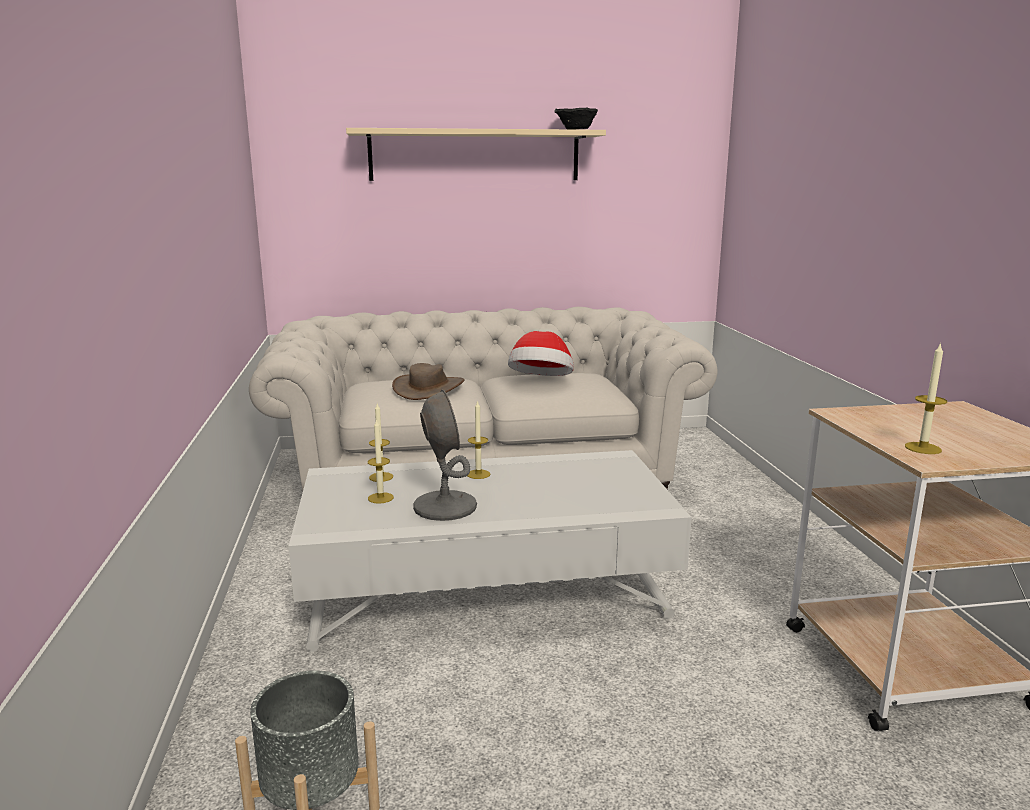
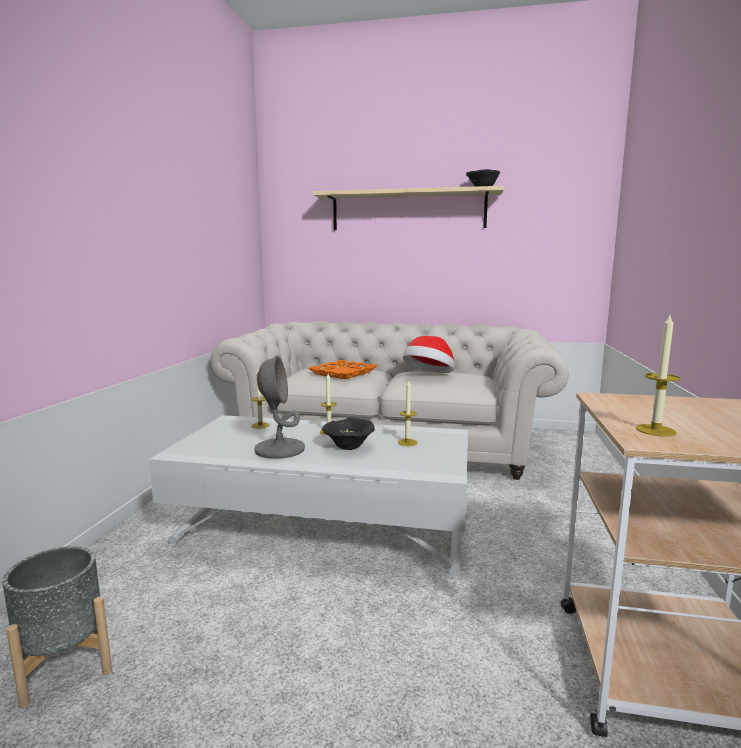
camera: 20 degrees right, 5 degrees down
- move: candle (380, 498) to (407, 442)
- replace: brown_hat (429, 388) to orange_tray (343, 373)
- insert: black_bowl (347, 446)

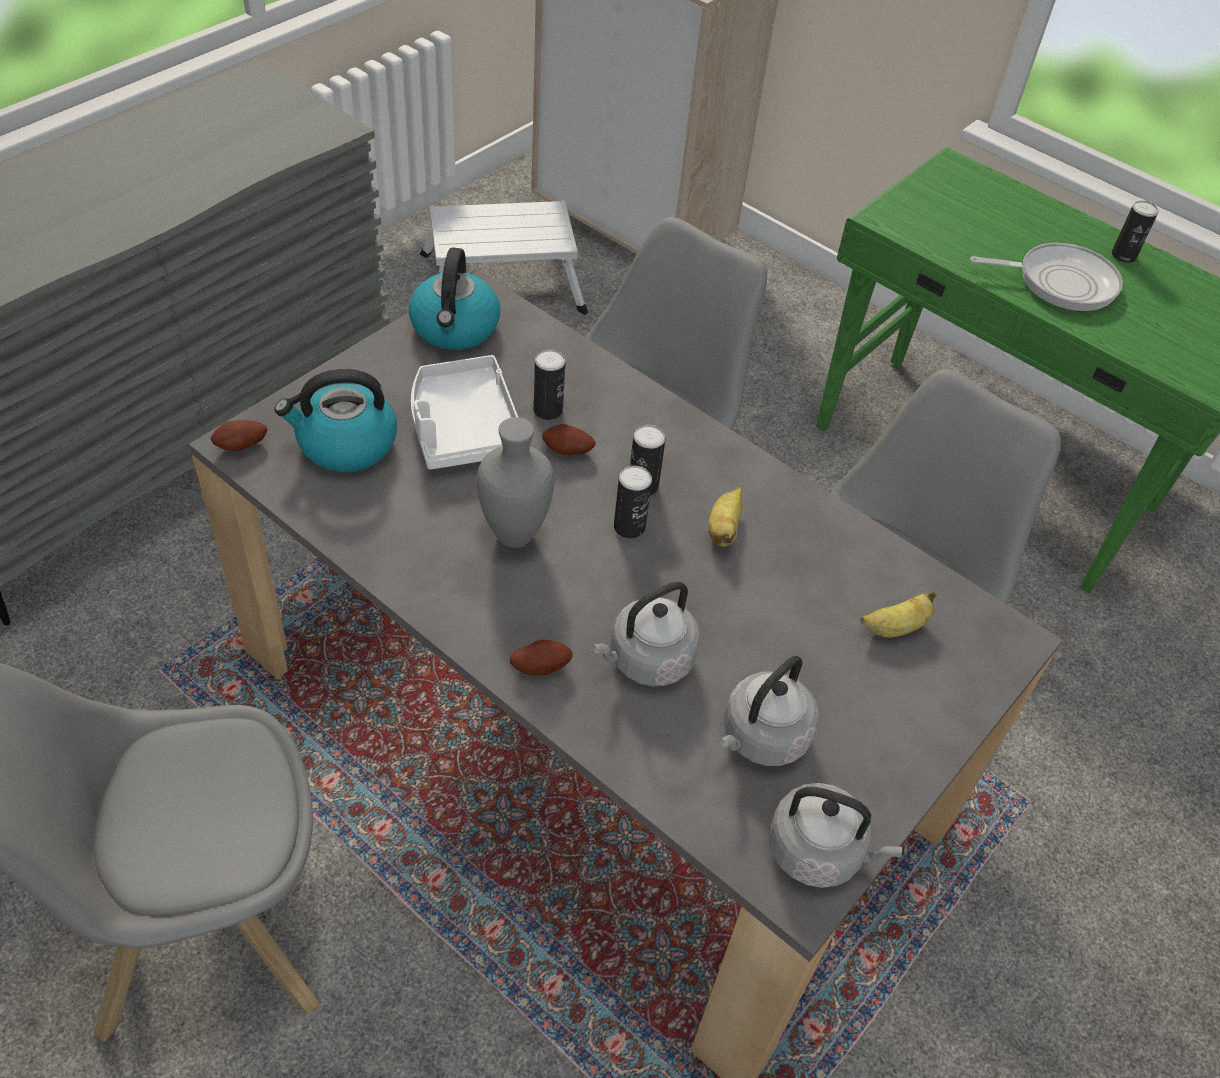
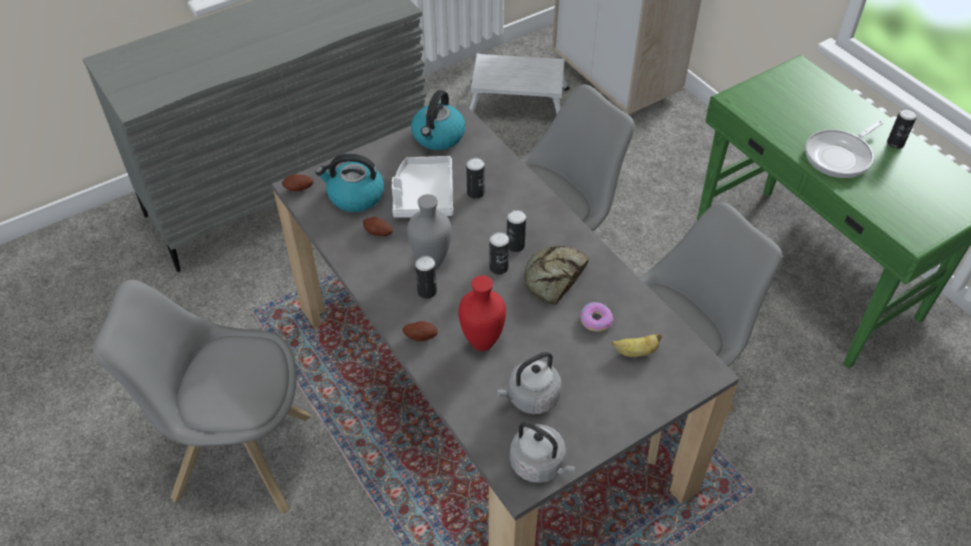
camera: 20 degrees right, 0 degrees up
- move: potato (567, 452) to (378, 233)
- replace: grey_kettle (647, 660) to red_vase (481, 344)
- replace: banana (723, 529) to bread (554, 278)
- rotate: frying_pan (1059, 282) = (840, 156) 120 degrees clockwise
- insert: can (427, 291)
- insert: donut (596, 320)

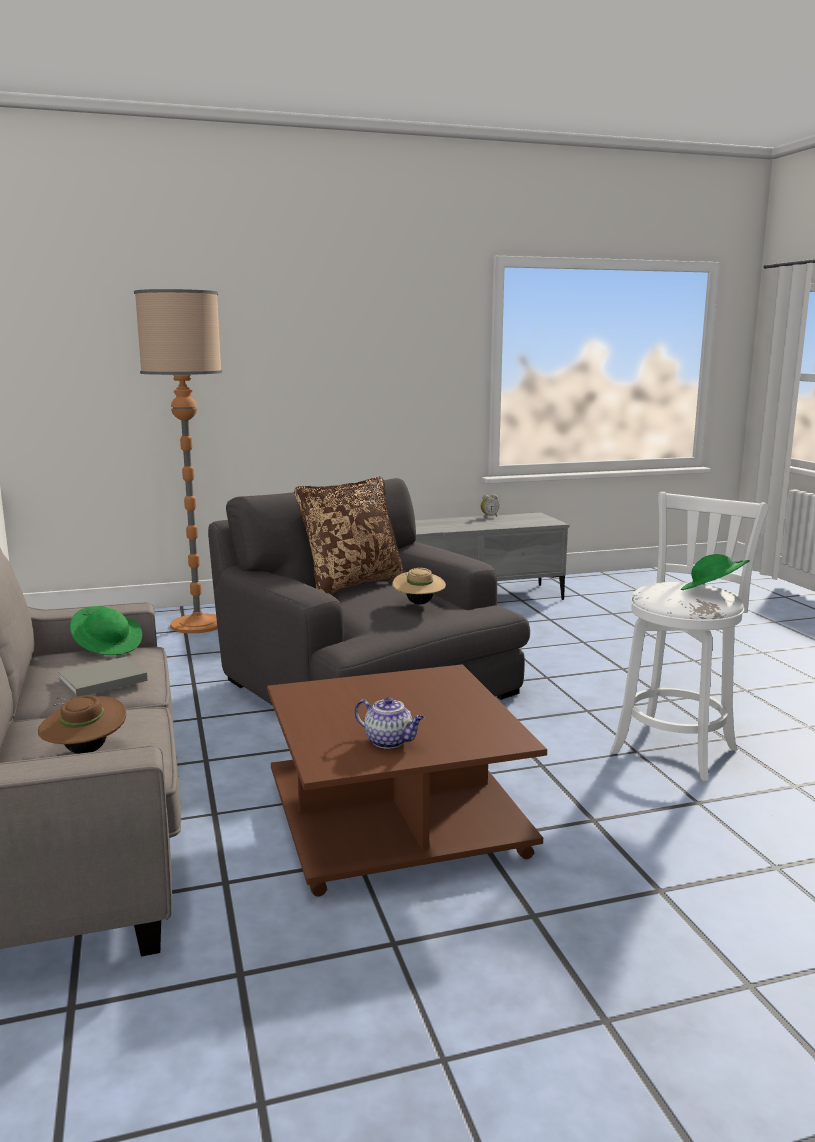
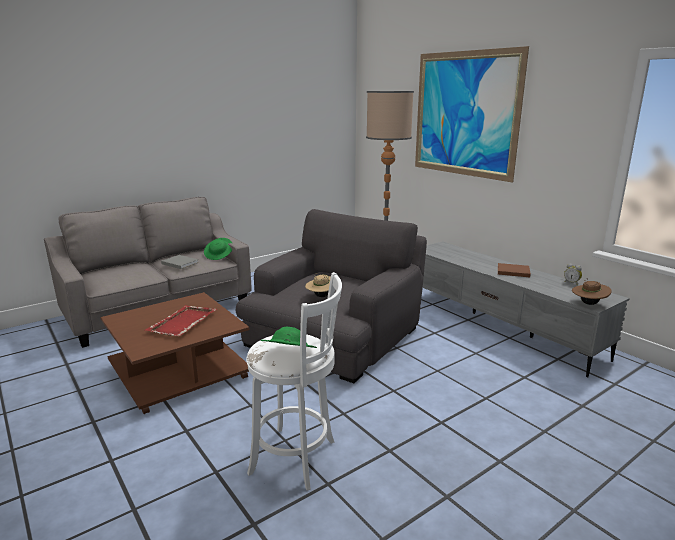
camera: 70 degrees right, 5 degrees up
- move: brown_hat (85, 751) to (588, 303)
- delete: brown_pillow (354, 585)
- delete: teapot (390, 741)
- insert: red_tray (182, 323)
- insert: picture (464, 114)
- insert: brown_book (512, 271)

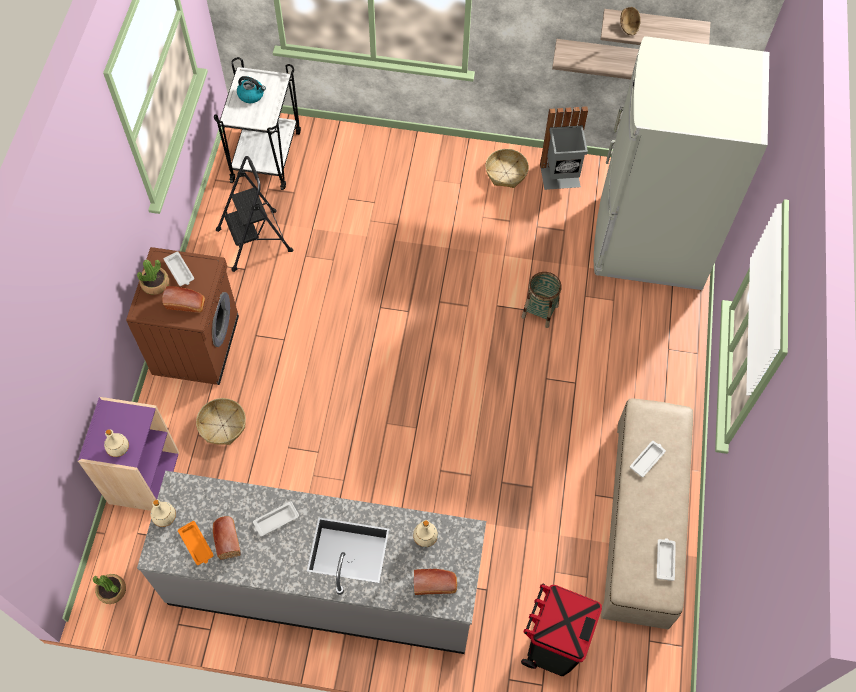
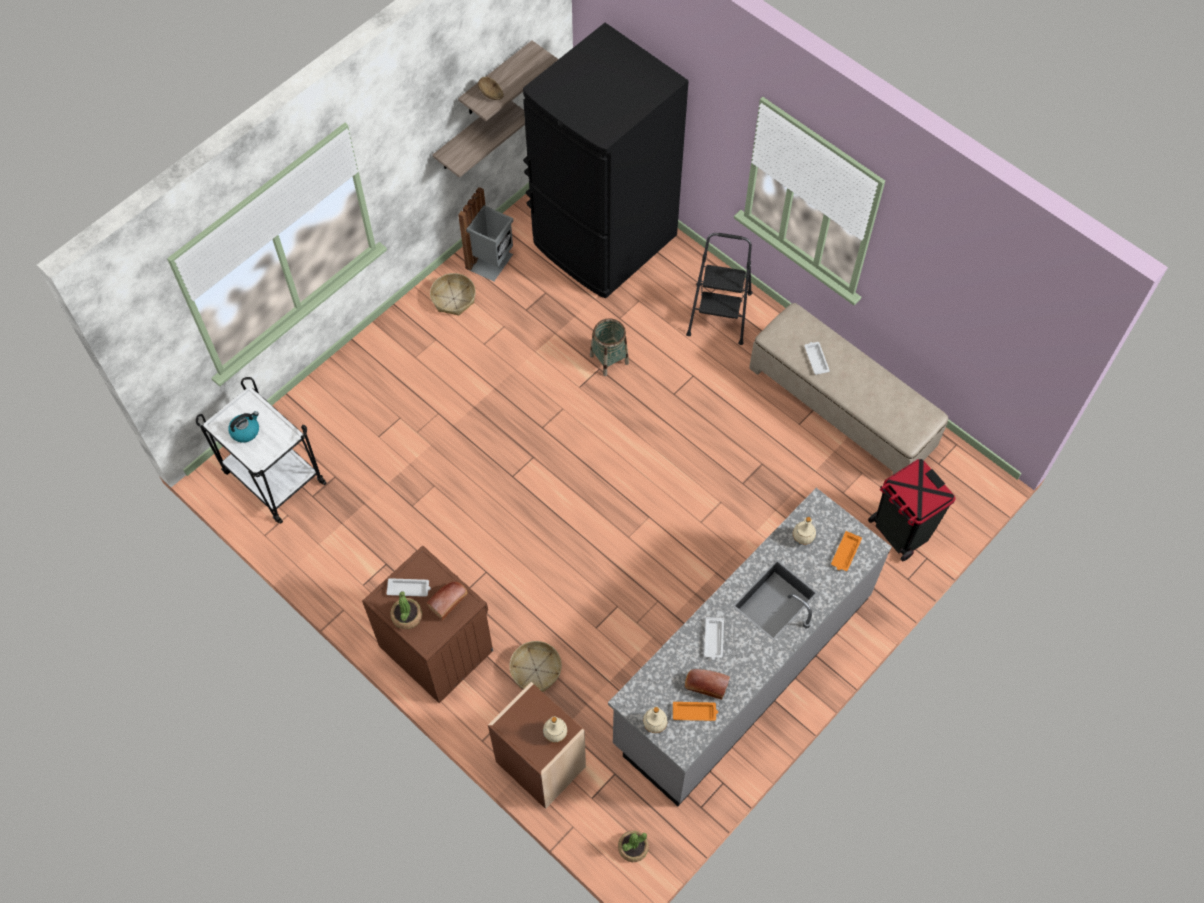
camera: 55 degrees left, 0 degrees up
- recolor: purple_bookcase (143, 476) to brown_bookcase (539, 764)
- move: black_step_ladder (256, 239) to (720, 311)
- replace: bread (435, 584) to orange_tray (845, 553)
- recolor: white_fridge (649, 240) to black_fridge (603, 240)
- delete: white_tray (665, 560)

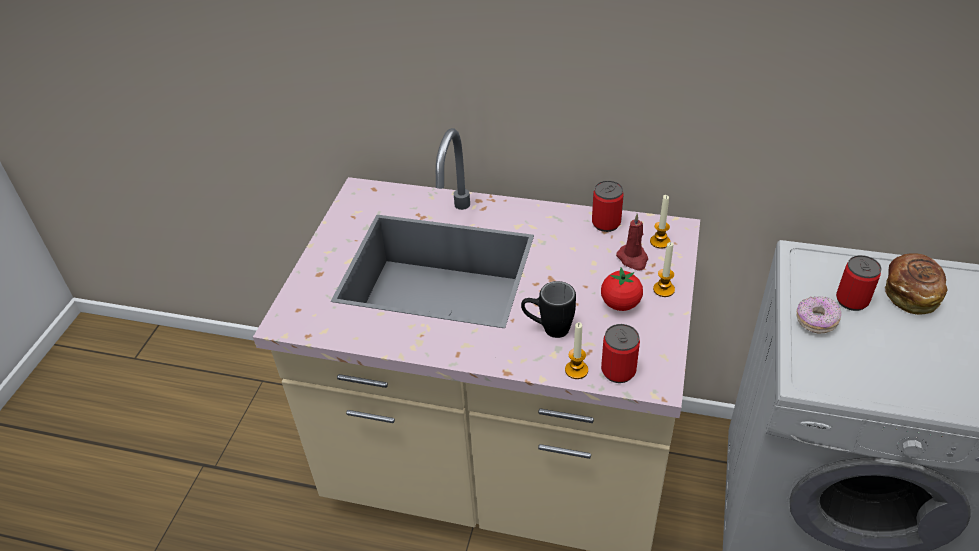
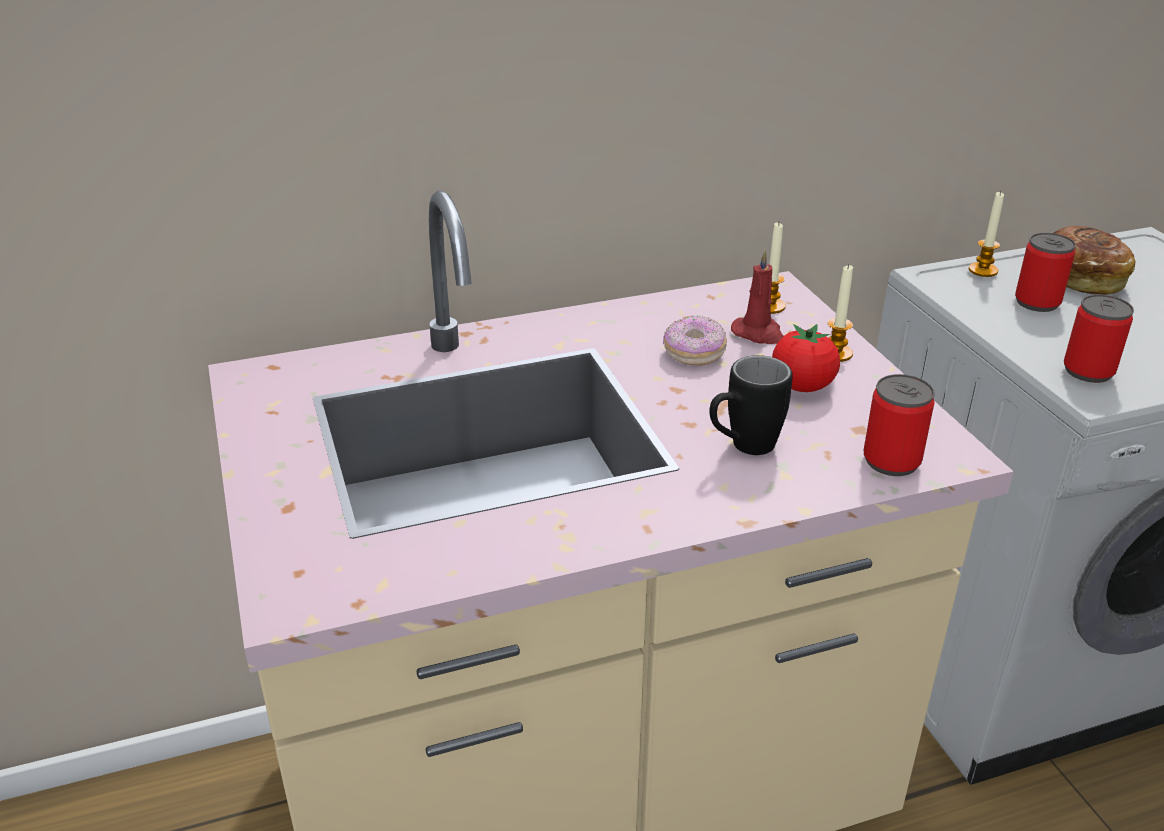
camera: 35 degrees left, 10 degrees down
- move: candle (576, 370) to (983, 270)
- move: can (606, 223) to (1088, 371)
- move: donut (816, 321) to (694, 353)

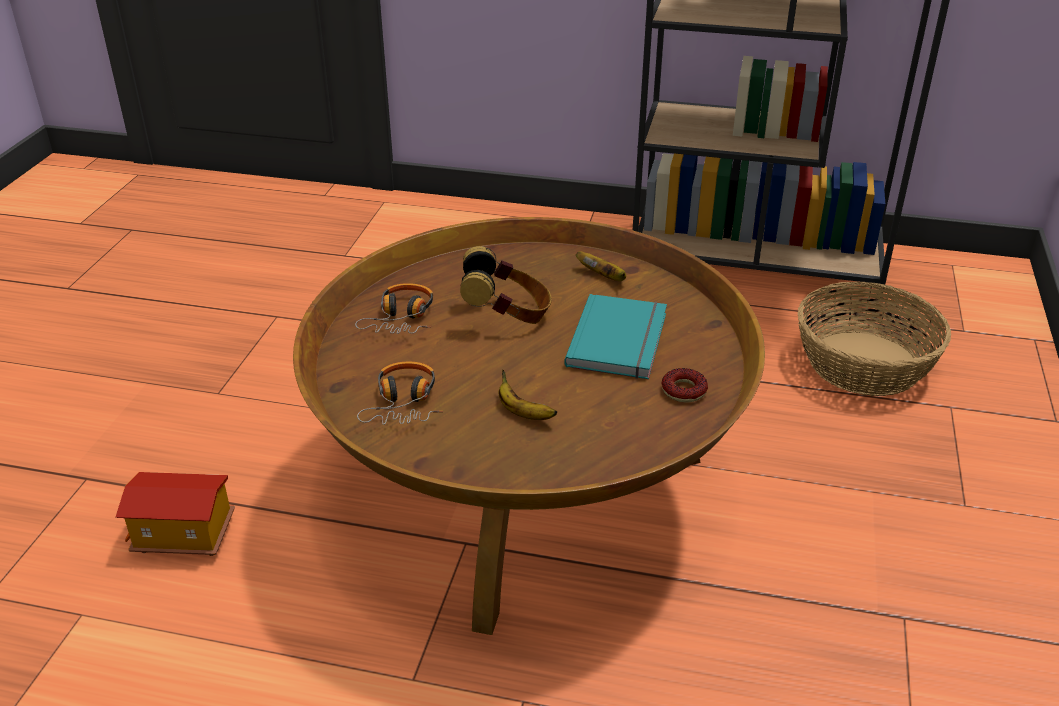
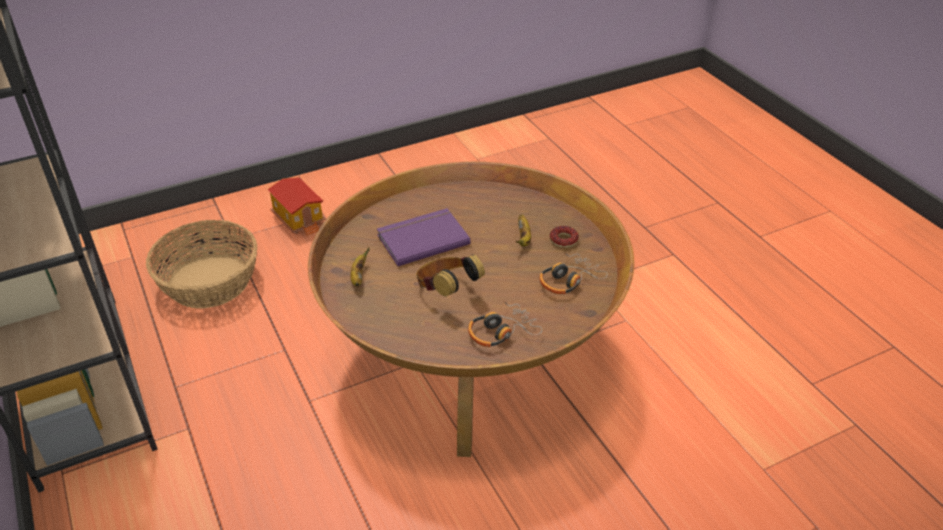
camera: 130 degrees left, 5 degrees up
- move: toy_house (183, 537) to (299, 219)
- recolor: turquoise_book (621, 340) to purple_book (422, 238)
- move: donut (683, 390) to (563, 240)

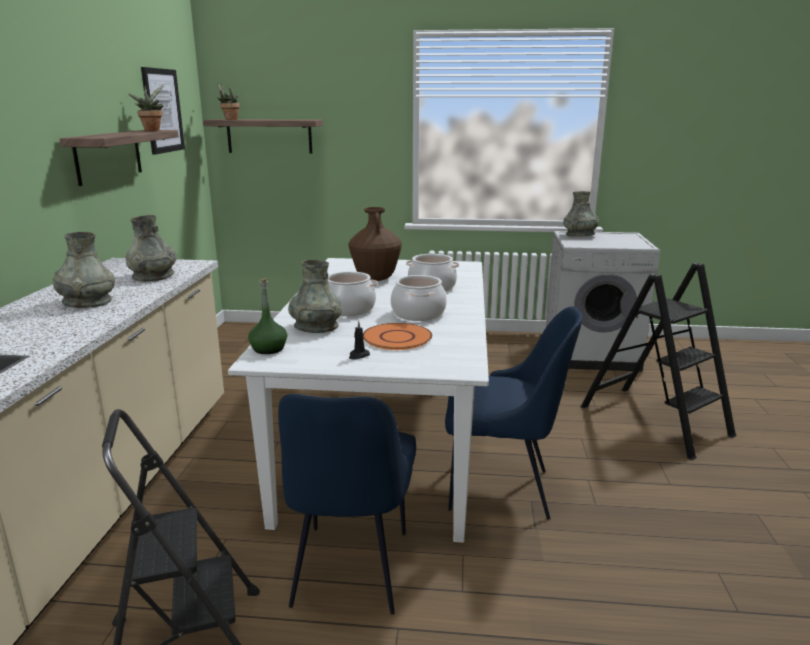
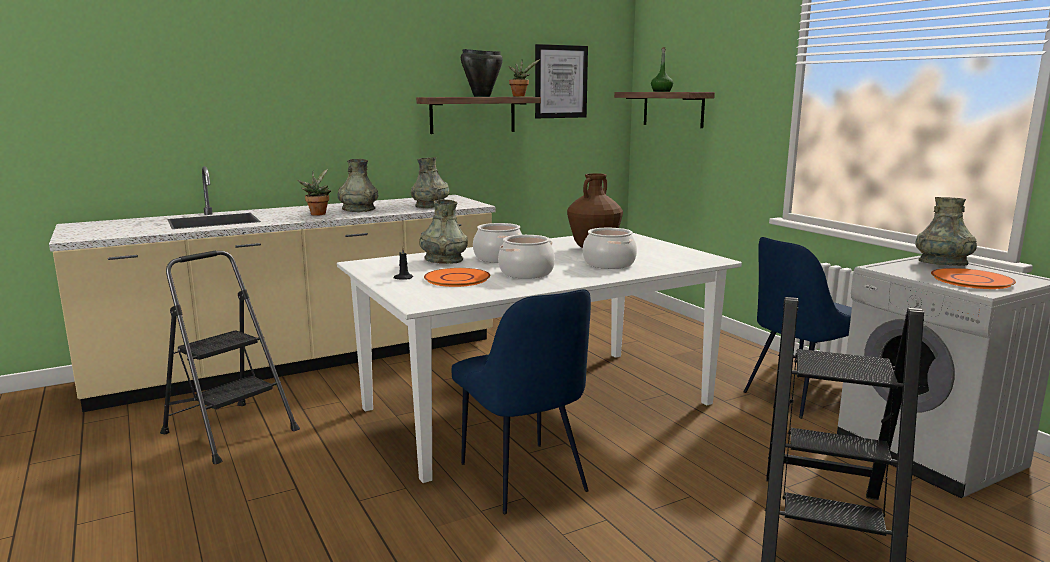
camera: 55 degrees right, 5 degrees down
- move: potted_plant (229, 119) to (318, 214)
- move: green_bottle (268, 349) to (661, 91)
- move: blue_chair (351, 568) to (799, 396)
- insert: black_cooking_pot (481, 96)
- insert: orange_plate (971, 280)

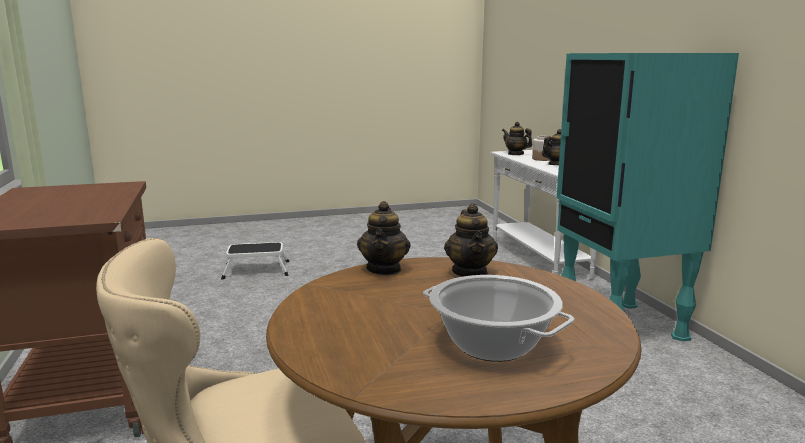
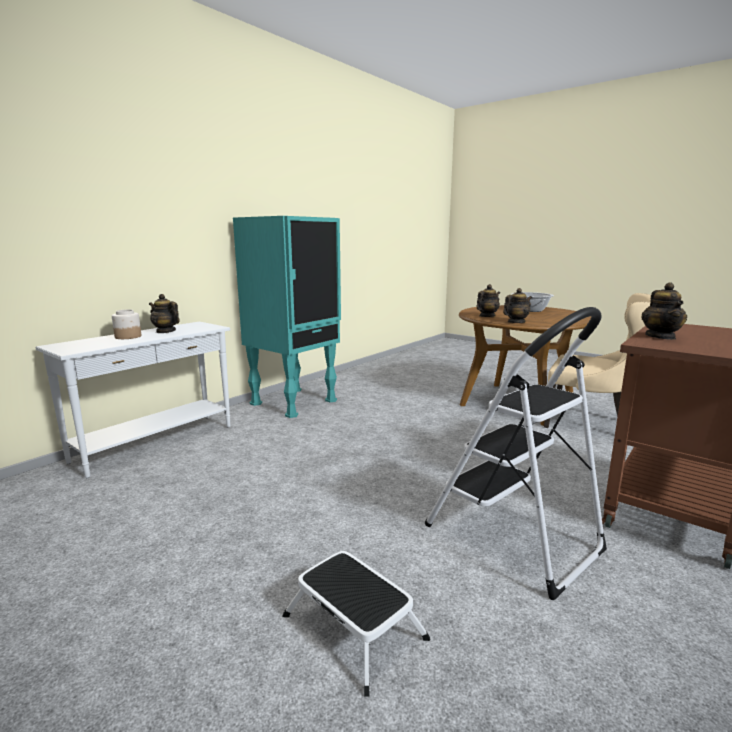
camera: 125 degrees left, 0 degrees up
- move: teapot (515, 154) to (660, 337)
- insert: step_ladder (515, 540)

